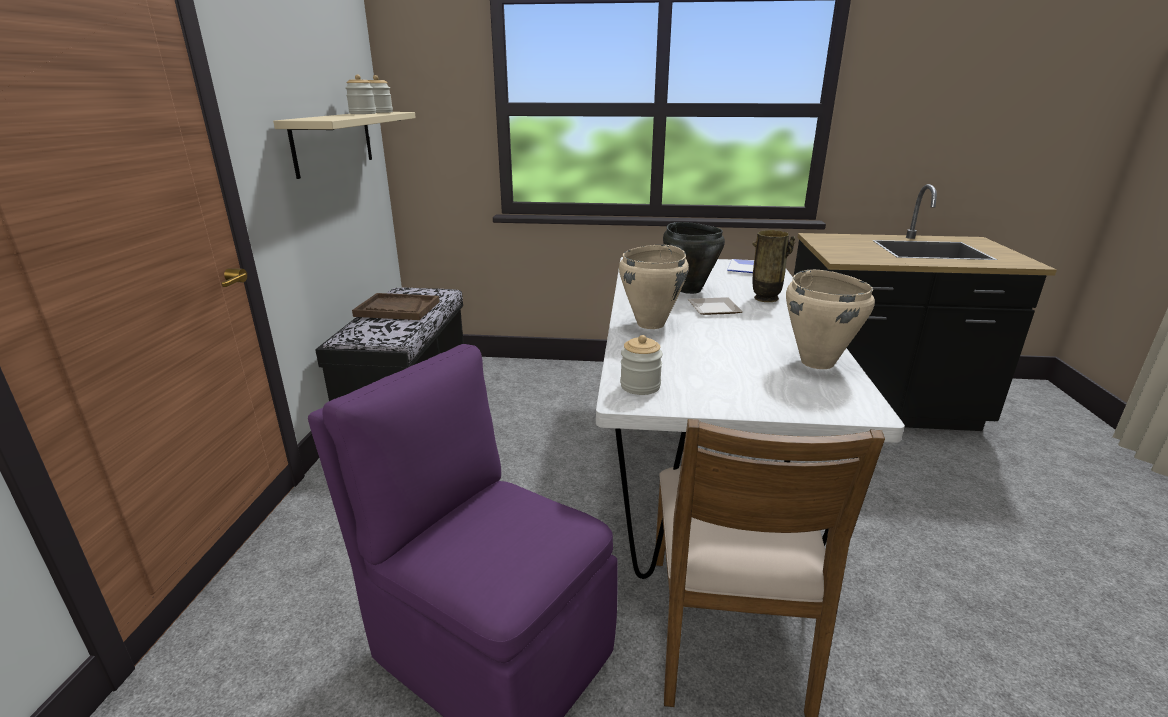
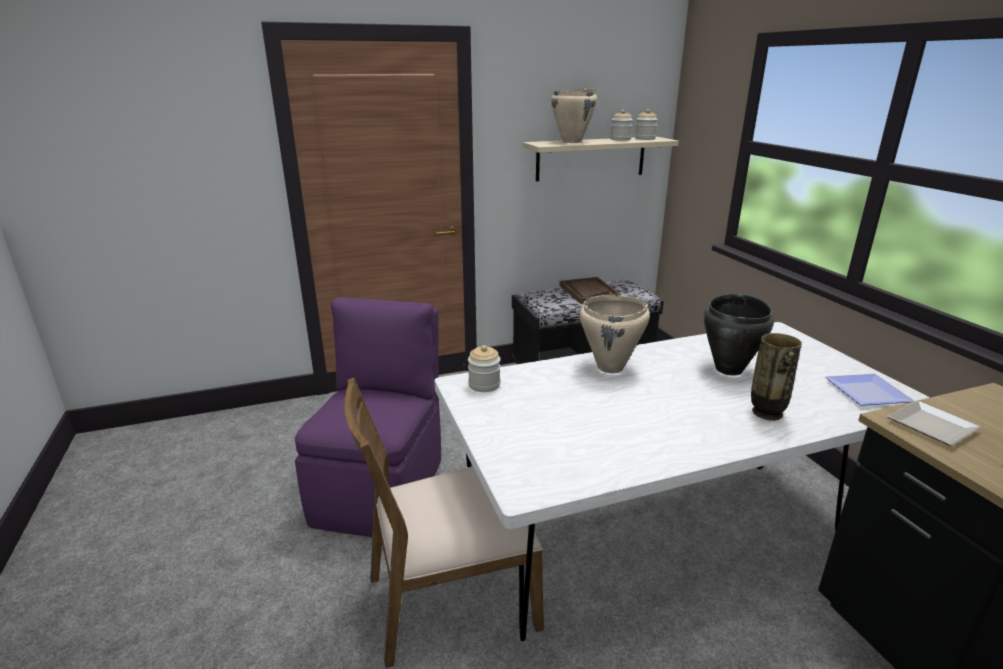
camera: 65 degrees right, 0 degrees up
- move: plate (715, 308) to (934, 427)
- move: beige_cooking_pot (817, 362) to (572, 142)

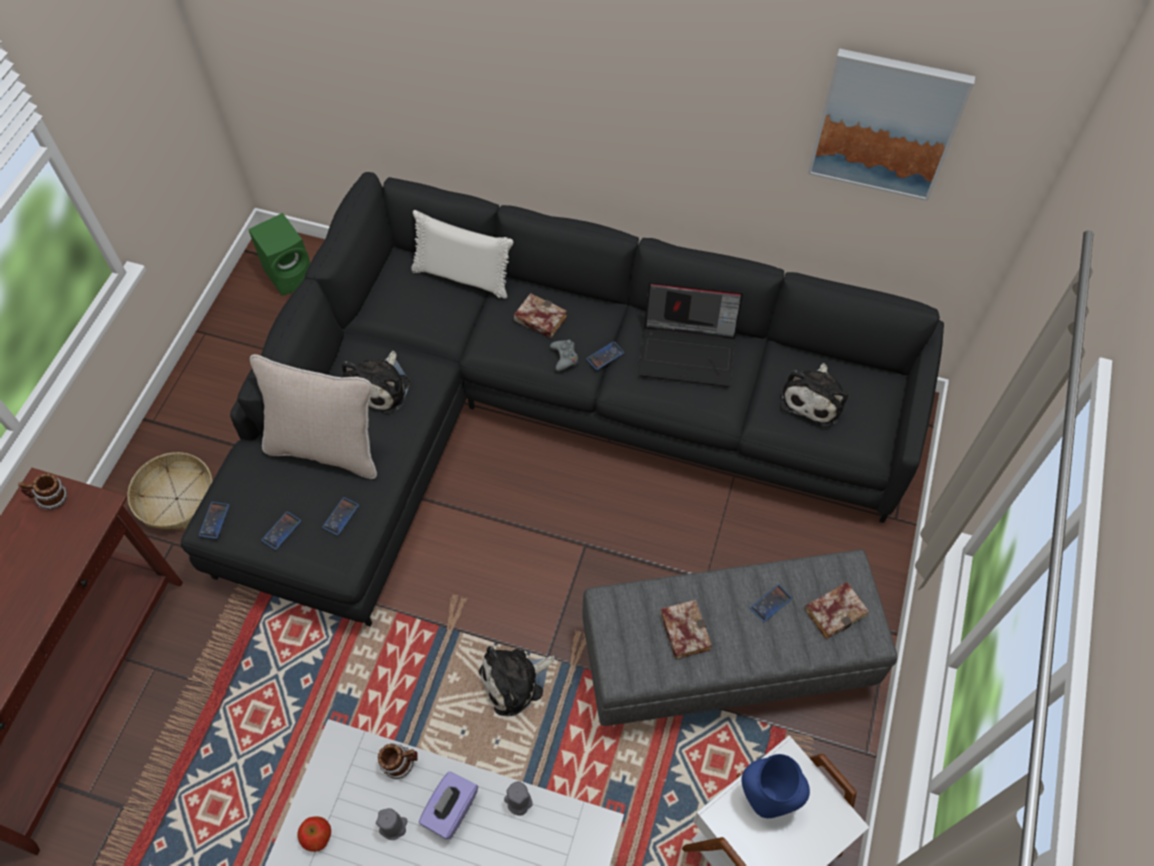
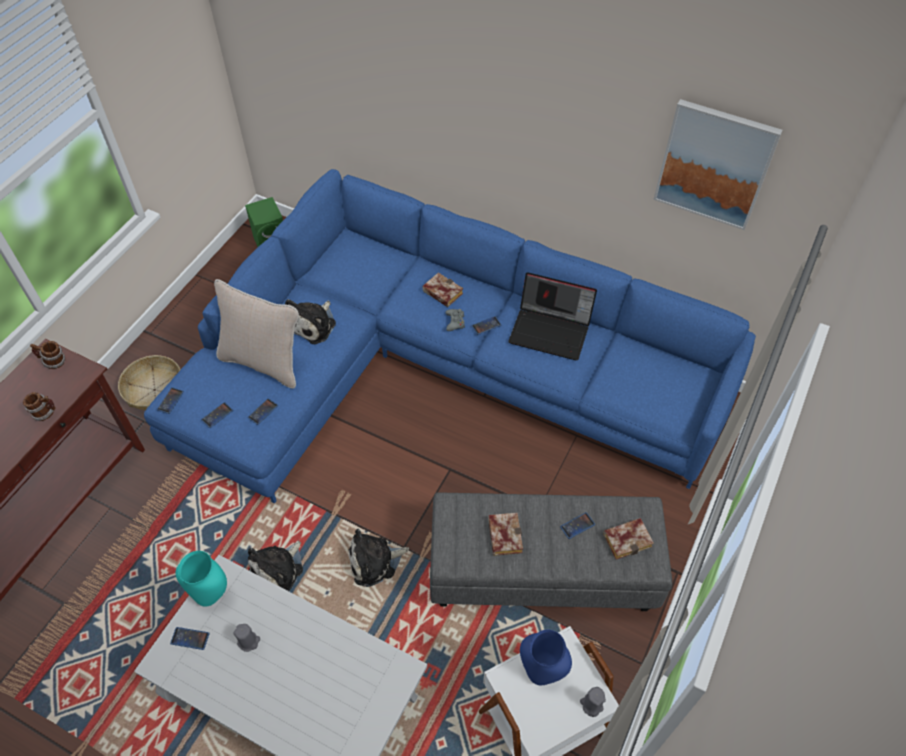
camera: 10 degrees right, 5 degrees down
- recolor: black_sofa (535, 417) to blue_sofa (431, 370)
- replace: apple (316, 836) to phone (190, 638)
- move: mug (401, 763) to (46, 413)
- delete: white_pillow (463, 276)
- delete: purple_tissue_box (450, 809)
- move: grey_candle (518, 801) to (591, 705)
- move: plush_toy (814, 398) to (279, 569)
- insert: turquoise_vase (212, 593)

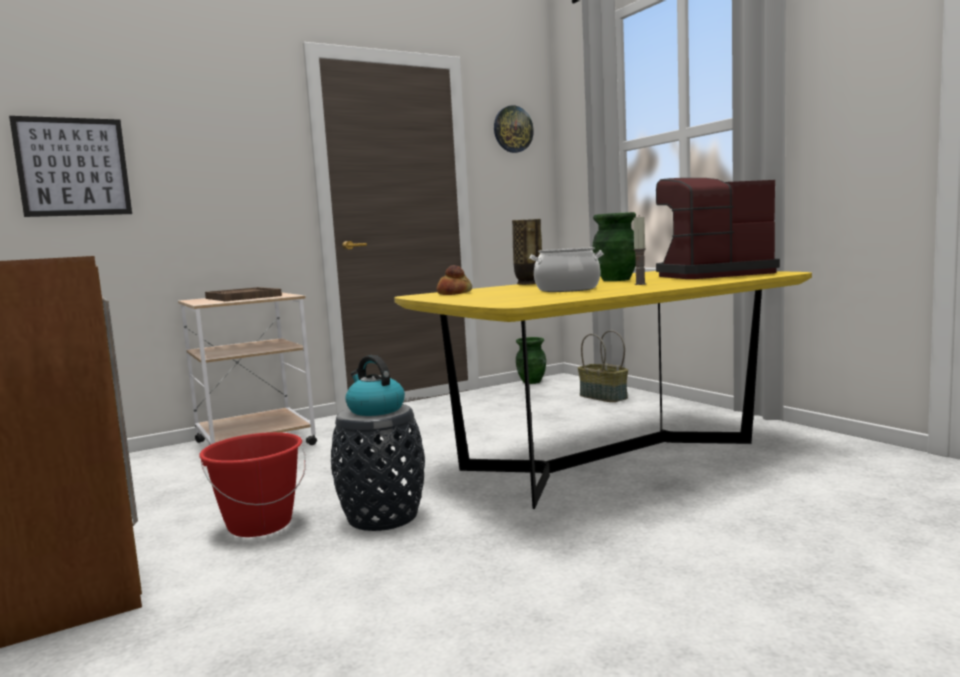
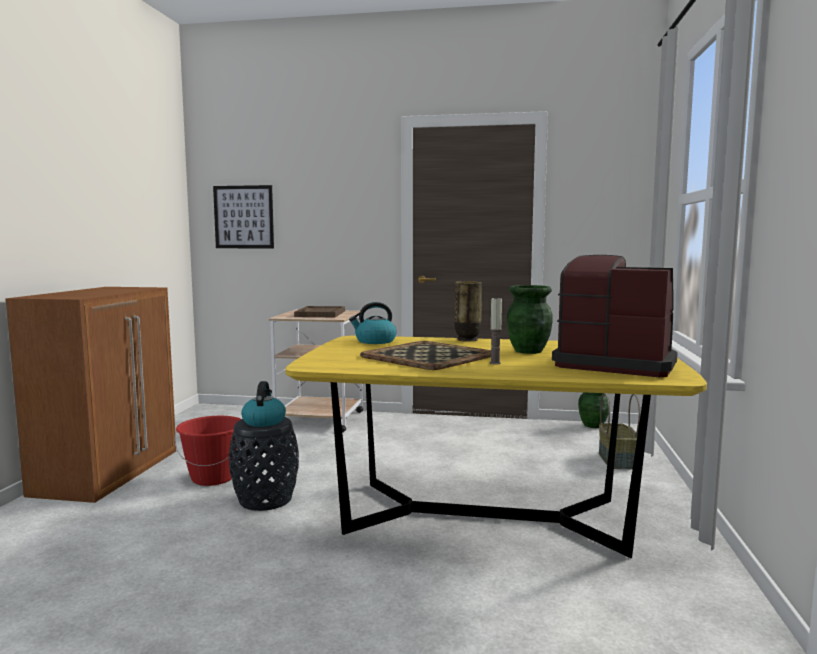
camera: 40 degrees right, 0 degrees up
- replace: bread (454, 293) to kettle (374, 341)
- delete: wall_clock (513, 129)
- replace: cooking_pot (567, 289) to tray (429, 356)

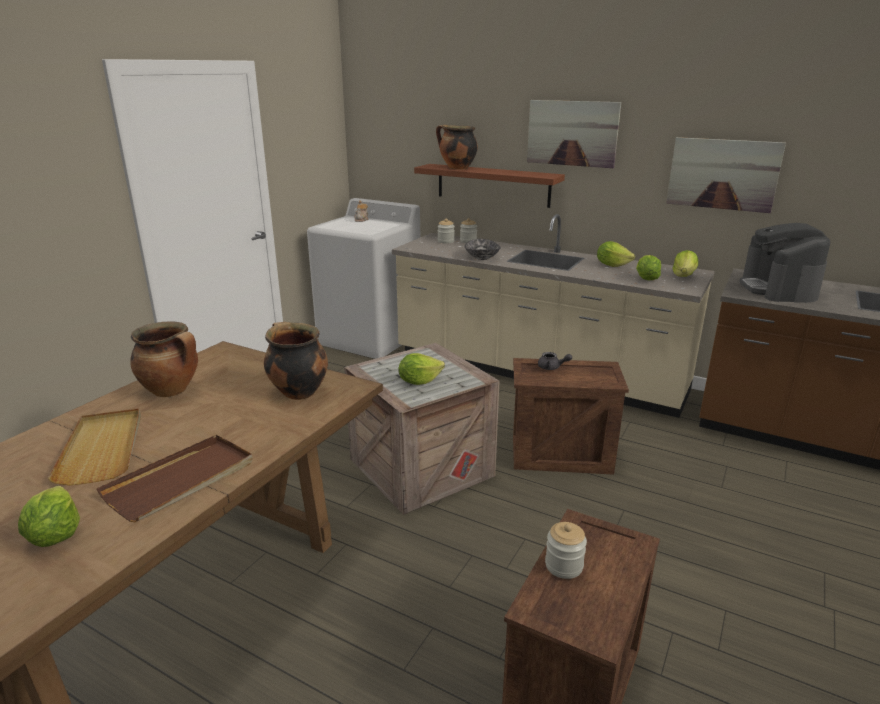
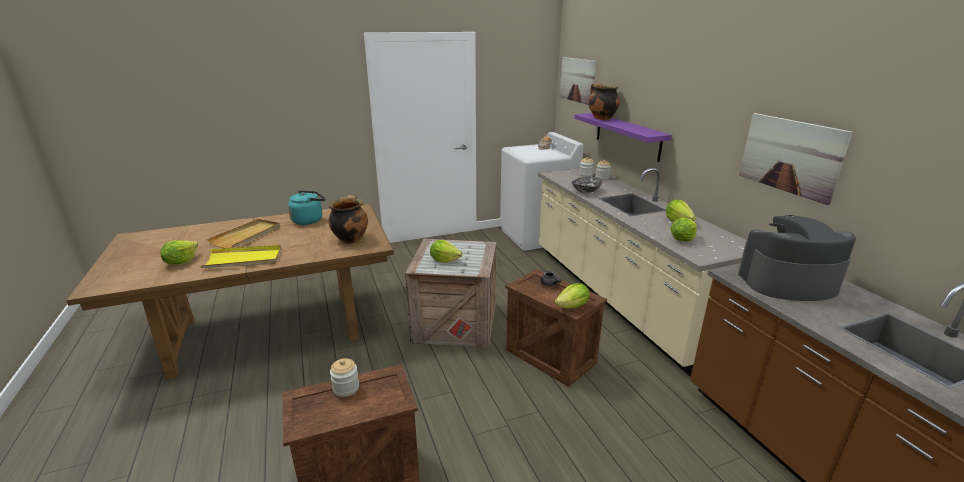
camera: 40 degrees right, 0 degrees up
- recolor: brown_tray (181, 480) to yellow_tray (243, 259)
- replace: cooking_pot (172, 390) to turquoise_kettle (309, 220)
- recolor: brown_shelf (493, 185) to purple_shelf (627, 136)
- move: picture (572, 133) to (577, 80)
- move: lettuce (683, 276) to (572, 307)
- rotate: coffee_machine (778, 289) = (786, 283) 45 degrees clockwise

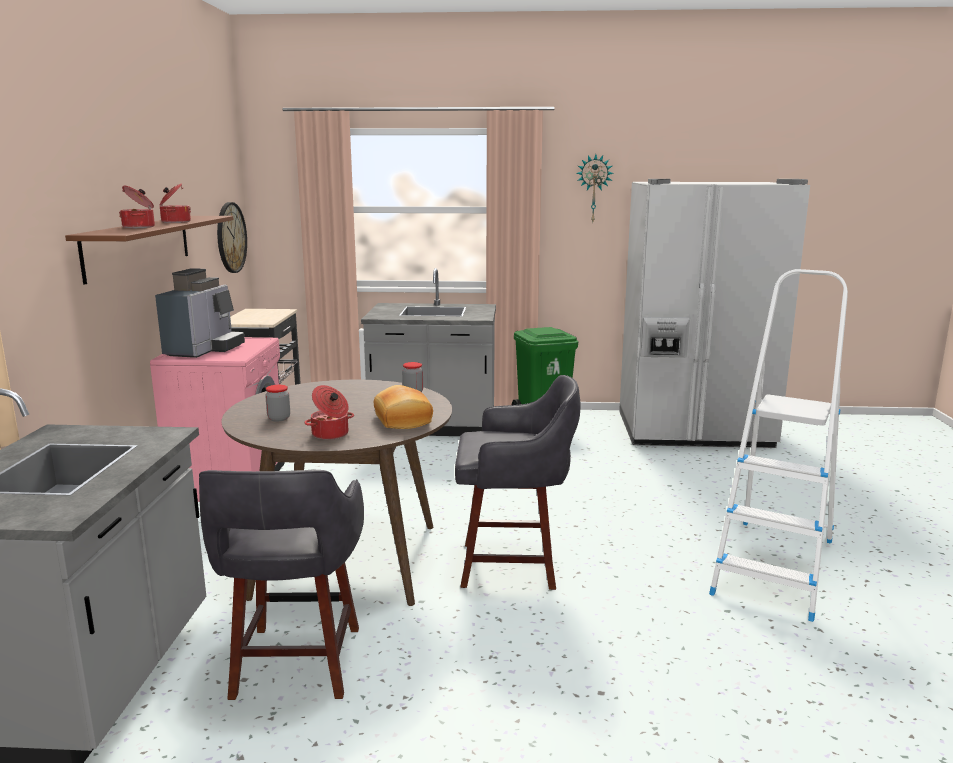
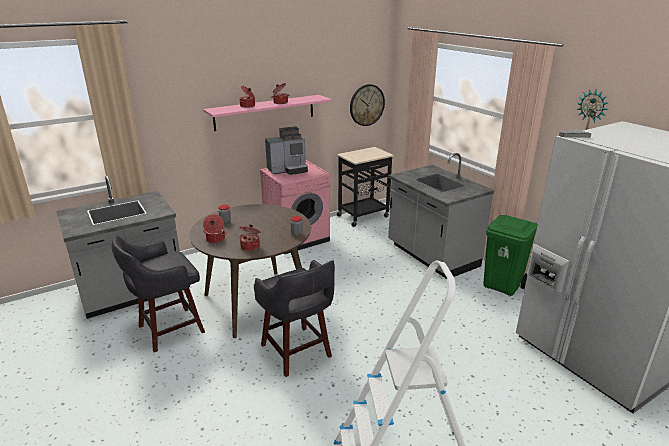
camera: 55 degrees right, 10 degrees up
- recolor: brown_shelf (139, 246) to pink_shelf (265, 112)
- replace: bread (401, 420) to cooking_pot (250, 246)

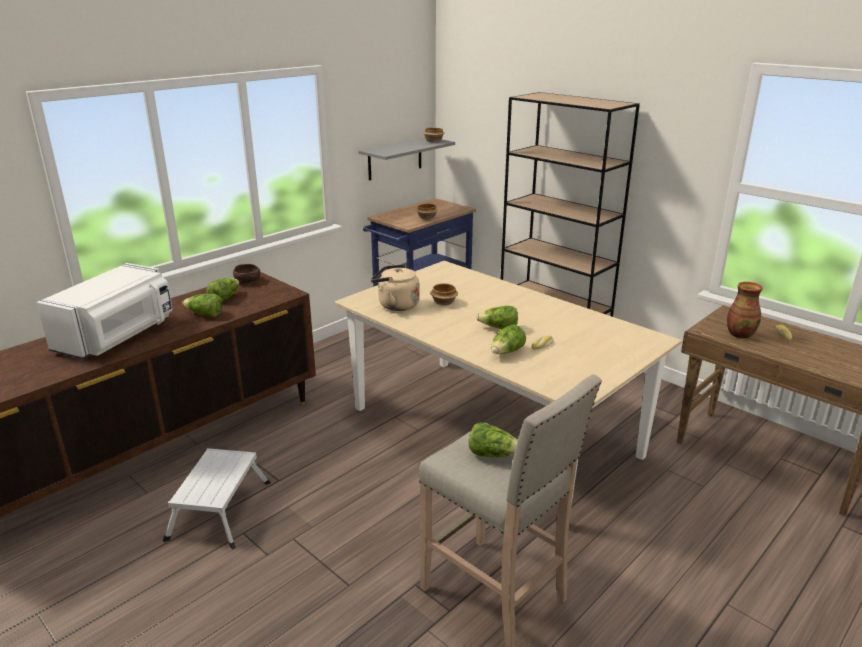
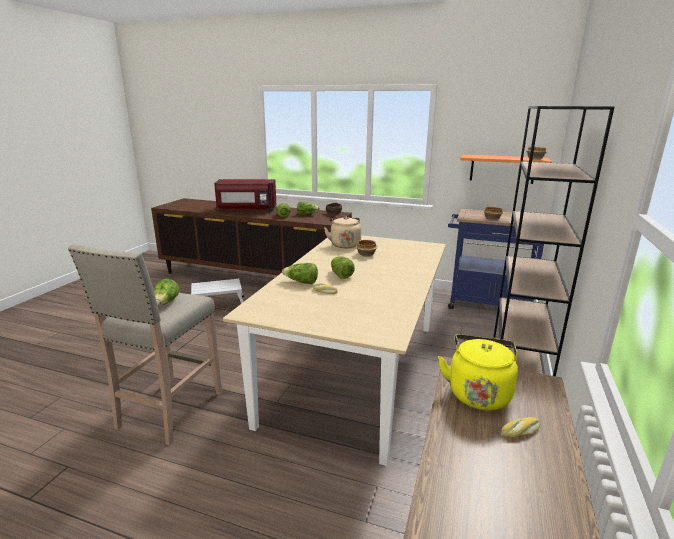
camera: 65 degrees right, 5 degrees down
- recolor: white_microwave (118, 336) to red_microwave (246, 210)
- recolor: grey_shelf (395, 158) to orange_shelf (502, 169)
- replace: vase (739, 334) to yellow_kettle (478, 393)

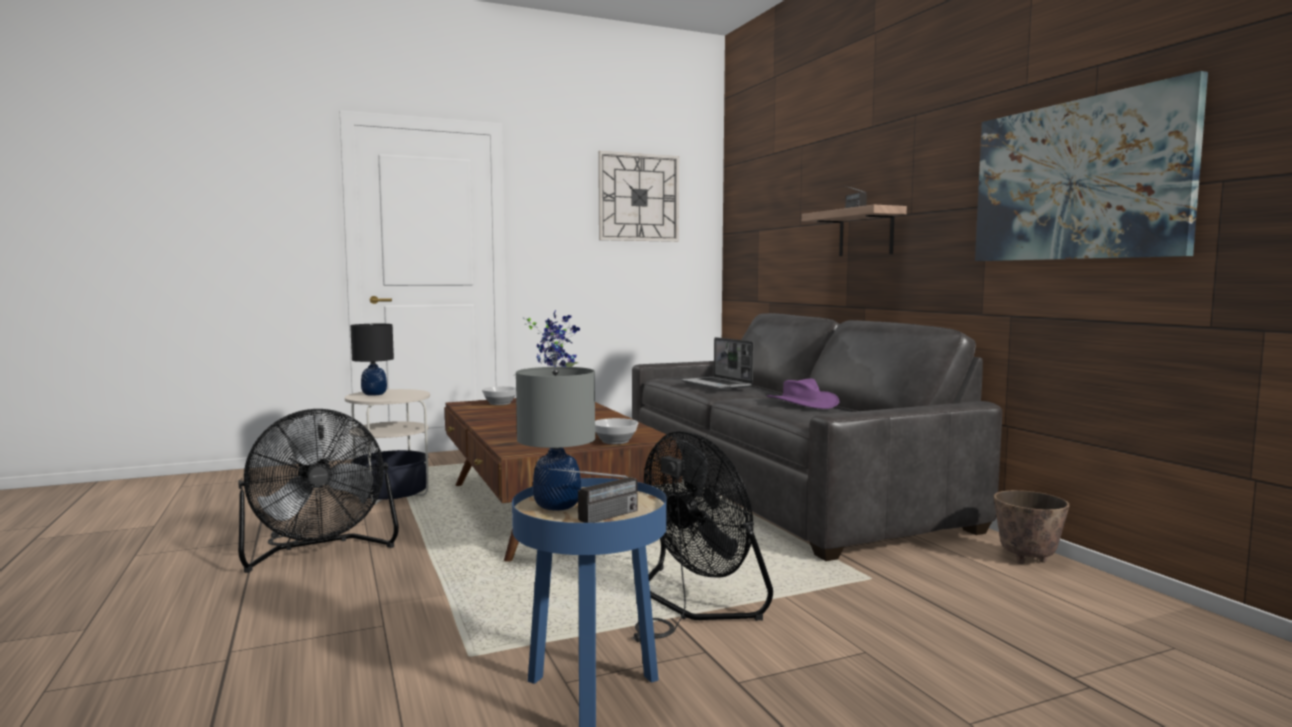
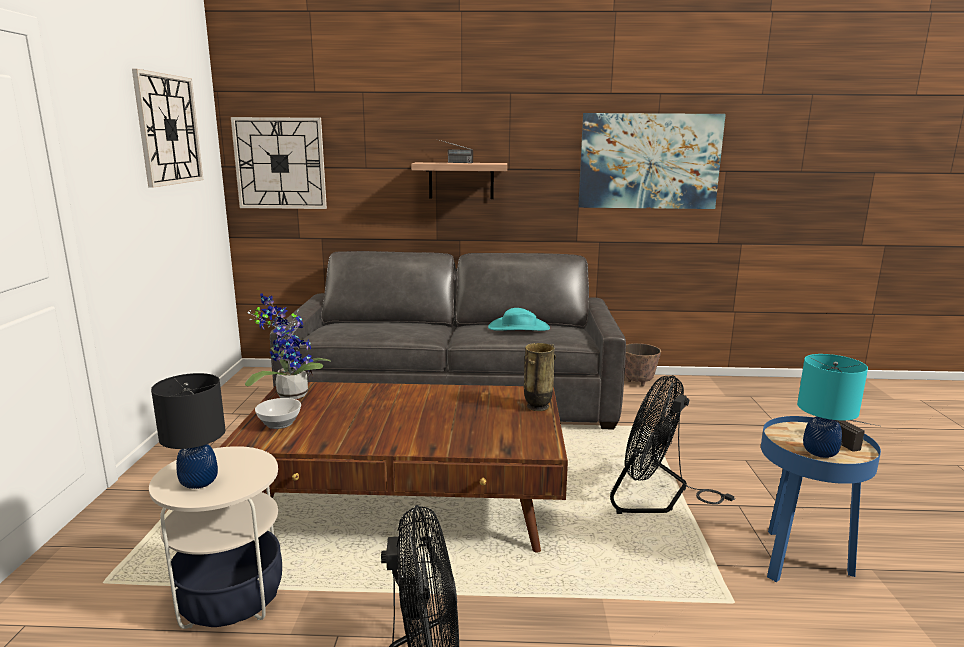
camera: 65 degrees left, 10 degrees up
- recolor: grey_table_lamp (555, 506) to turquoise_table_lamp (818, 453)
- replace: bowl (615, 442) to vase (538, 407)
- rotate: black_fan (685, 602) = (662, 492) 45 degrees counterclockwise
- delete: laptop (717, 384)
- recolor: purple_hat (802, 403) to turquoise_hat (518, 328)
- insert: wall_clock (280, 163)

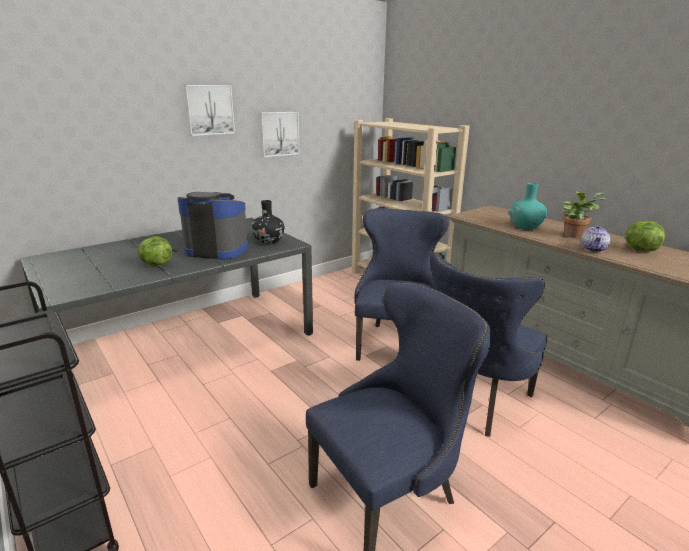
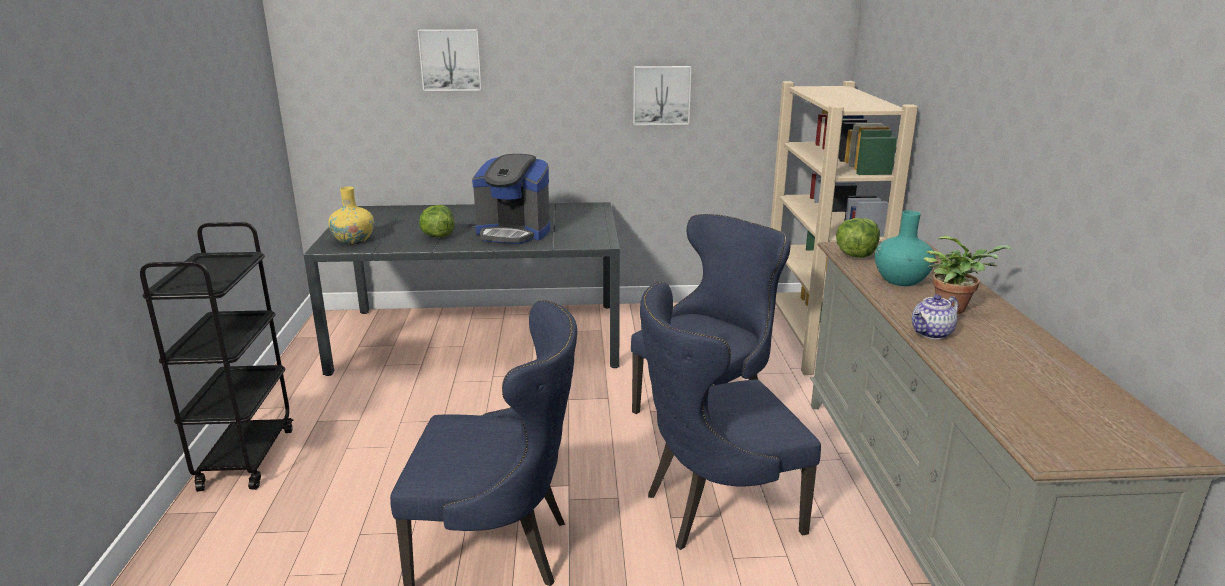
camera: 35 degrees right, 0 degrees up
- rotate: coffee_machine (217, 250) = (513, 233) 150 degrees clockwise
- move: picture (209, 110) to (450, 60)
- delete: black_vase (268, 241)
- move: lettuce (639, 250) to (855, 255)
- insert: yellow_vase (354, 240)

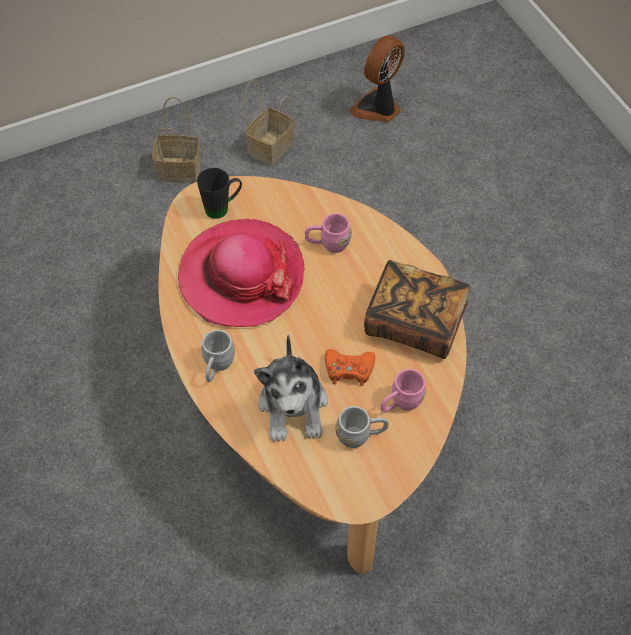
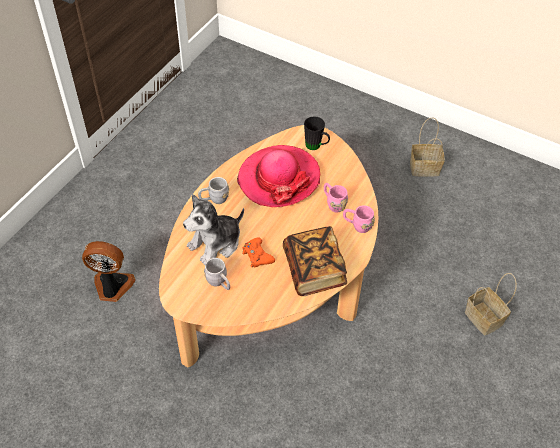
camera: 55 degrees right, 5 degrees down
- move: basket (181, 169) to (485, 319)
- move: fan (378, 108) to (112, 287)
- move: pink_mug (400, 403) to (357, 225)

